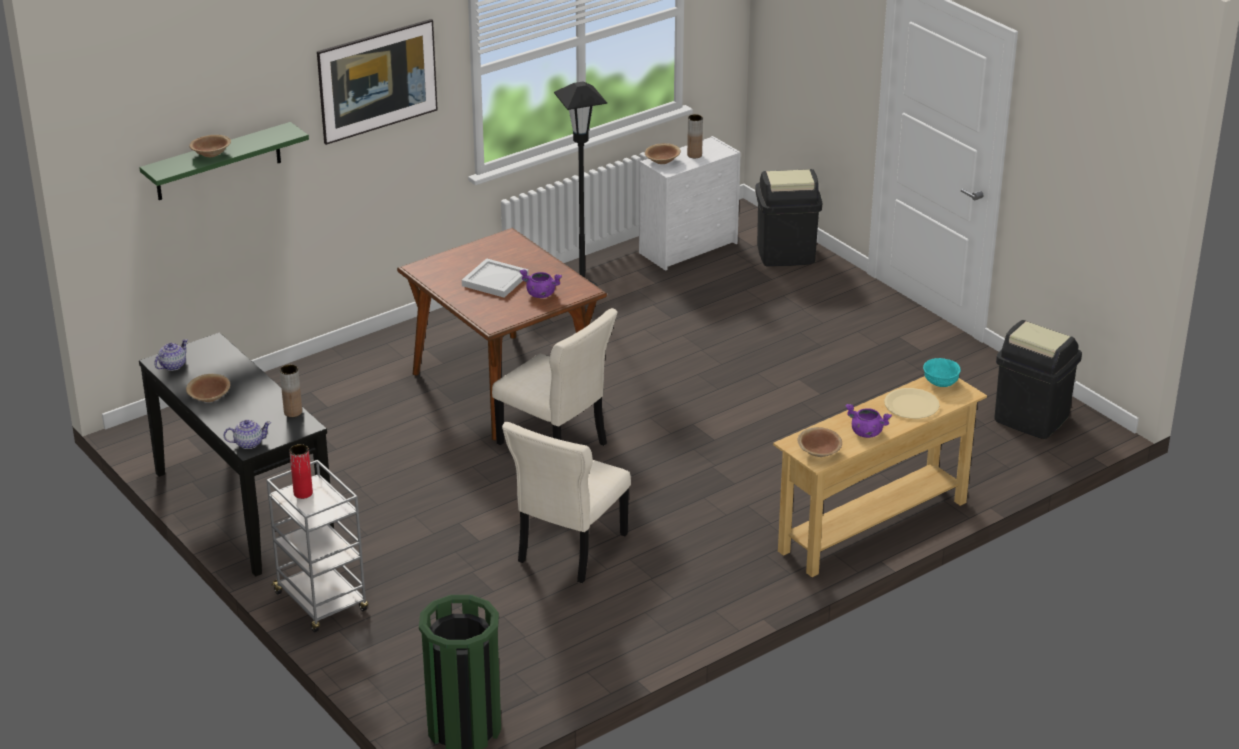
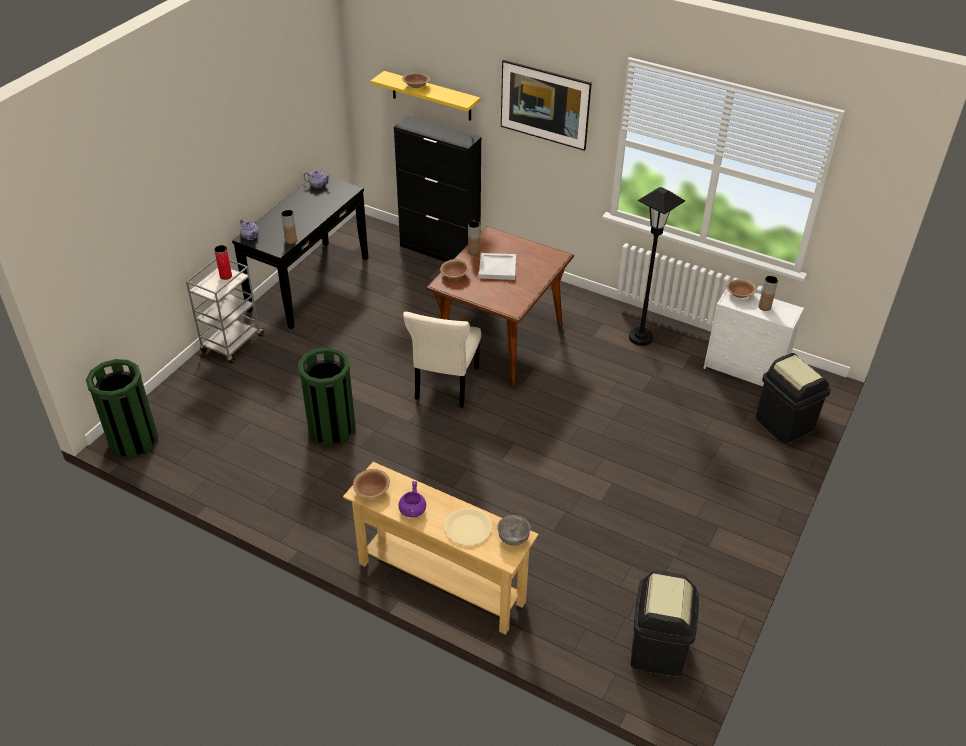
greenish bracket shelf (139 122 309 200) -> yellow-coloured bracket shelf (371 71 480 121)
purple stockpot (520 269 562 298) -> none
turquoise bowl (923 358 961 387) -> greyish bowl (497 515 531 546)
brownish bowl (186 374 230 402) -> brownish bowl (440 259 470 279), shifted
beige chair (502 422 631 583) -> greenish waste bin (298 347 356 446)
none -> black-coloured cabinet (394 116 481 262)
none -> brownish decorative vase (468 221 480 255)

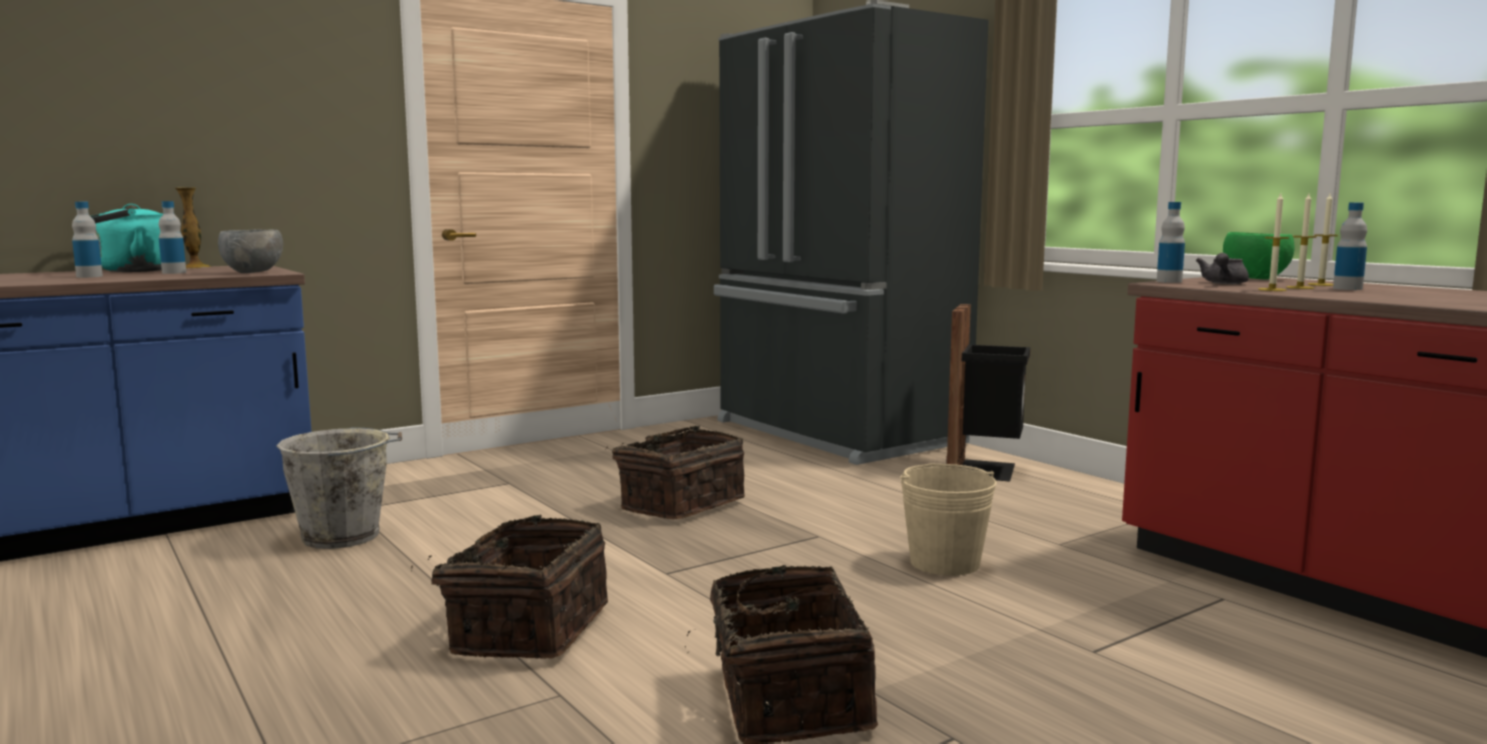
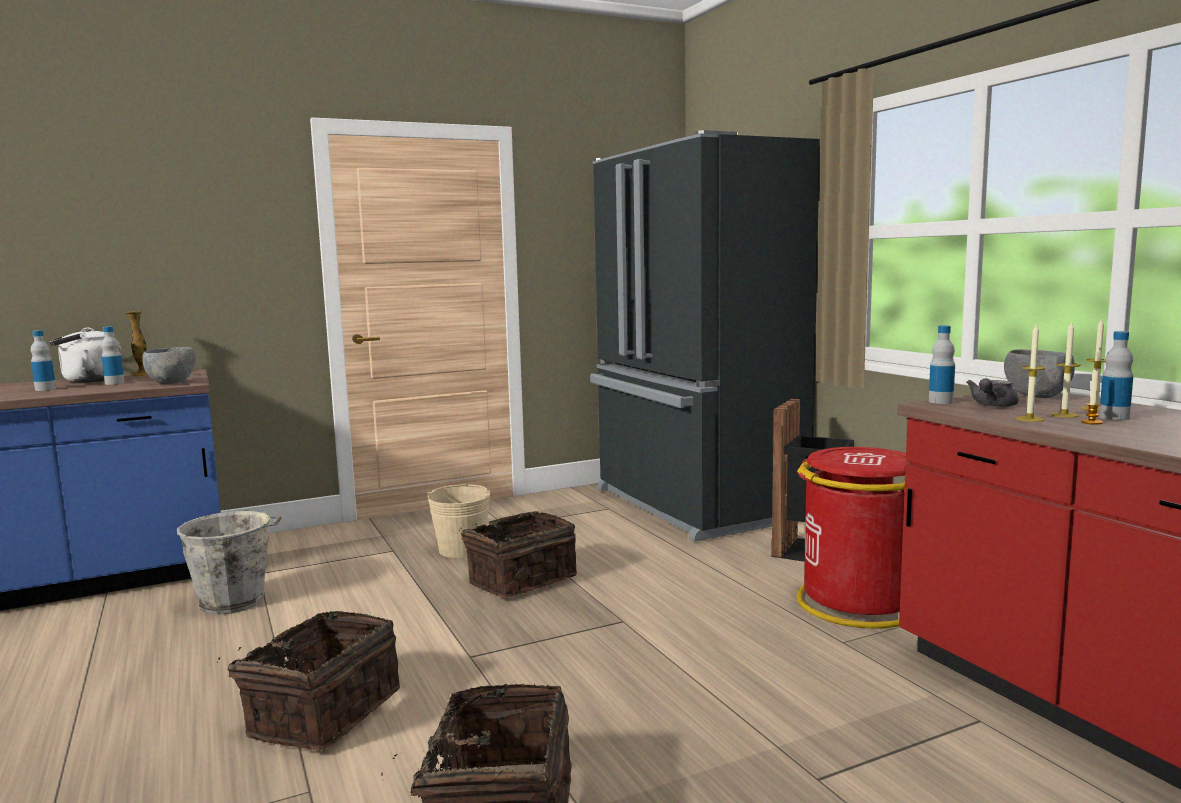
turquoise tea kettle (90 204 163 272) -> whitish tea kettle (49 328 123 382)
greenish bowl (1223 232 1295 280) -> greyish bowl (1004 349 1075 398)
beige bucket (900 464 997 576) -> beige bucket (427 484 491 558), shifted
none -> wax light (1081 370 1103 425)
none -> red waste bin (797 447 911 629)

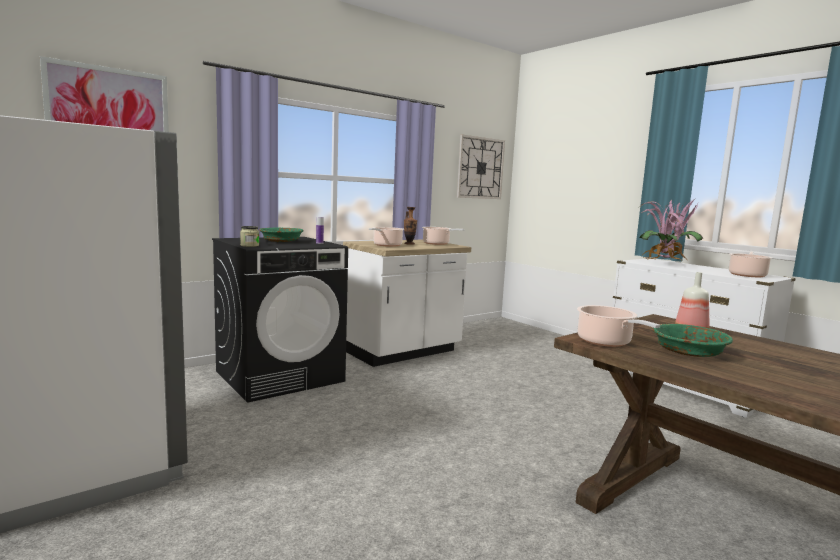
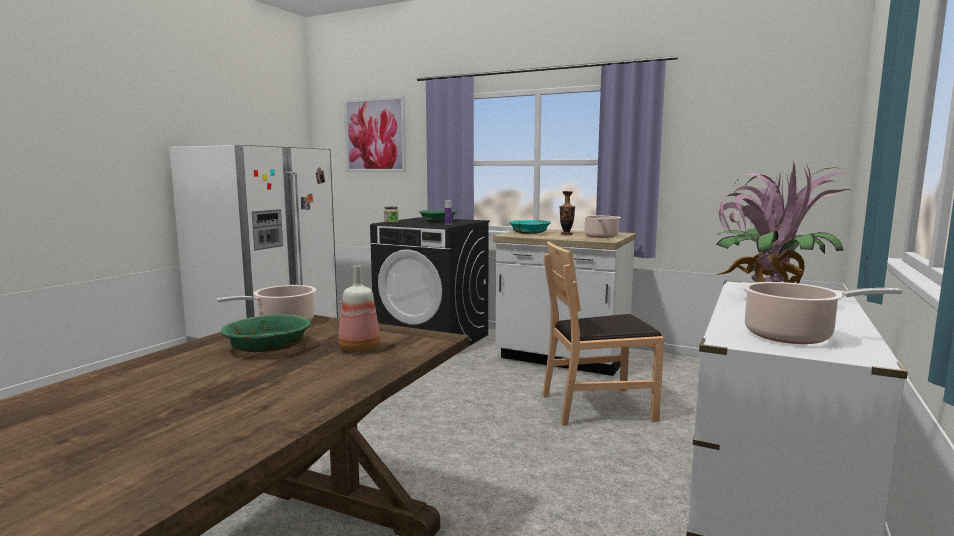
wall clock (457 135 505 199) -> none
stockpot (369 227 404 247) -> turquoise bowl (509 220 551 234)
none -> brownish chair (542 241 664 426)

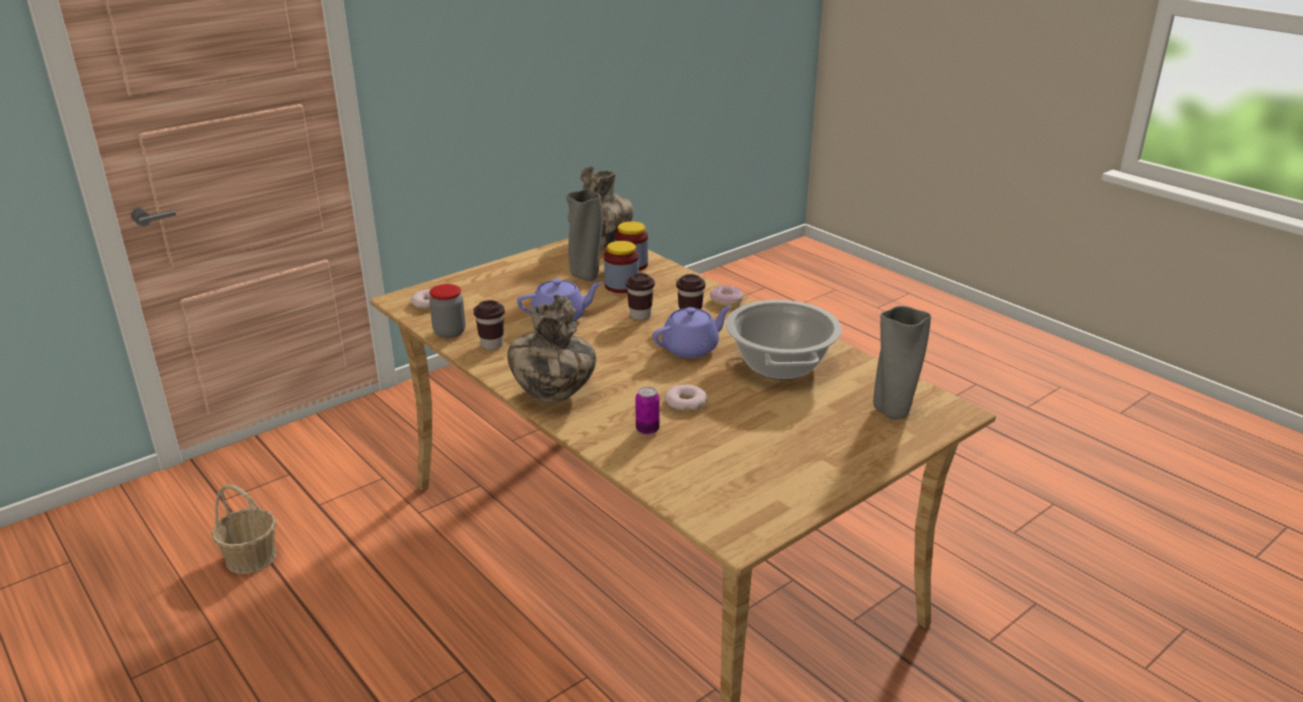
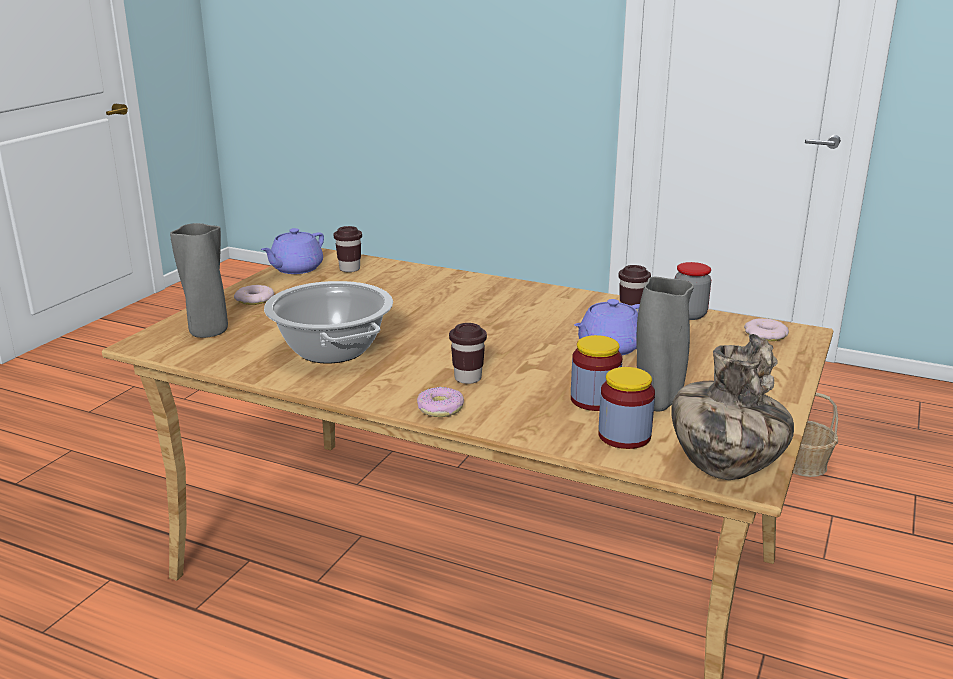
brownish small cup (626 273 655 320) -> brownish small cup (333 226 362 272), shifted
decorative vase (507 294 596 403) -> none
purple tea pot (653 306 732 358) -> purple tea pot (261 228 324 274), shifted
ring doughnut (664 384 708 411) -> ring doughnut (234 285 274 305), shifted
metal can (635 387 660 435) -> none

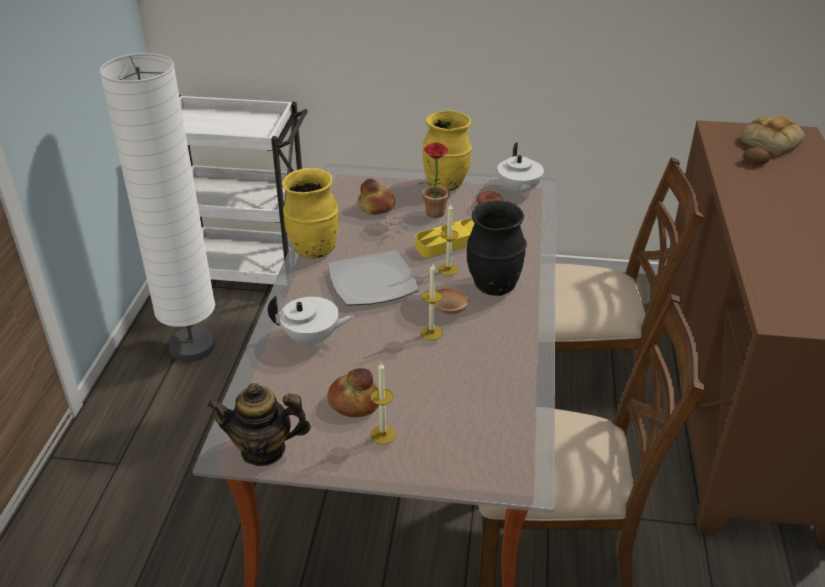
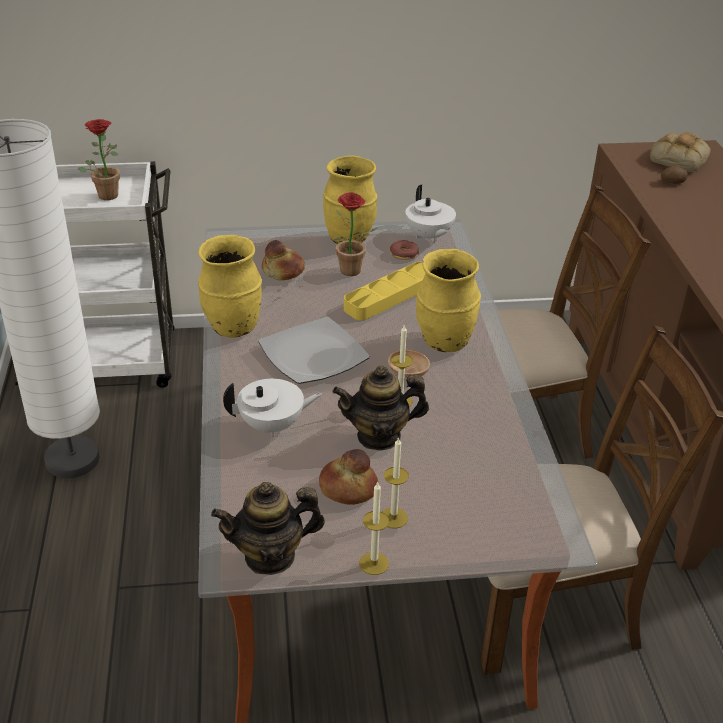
black-coloured decorative vase (467 200 527 296) -> yellow-coloured decorative vase (416 249 481 352)
wax light (438 203 459 276) -> wax light (359 481 389 575), shifted
none -> plant in a pot (78 119 120 200)
none -> tea pot (333 366 429 451)

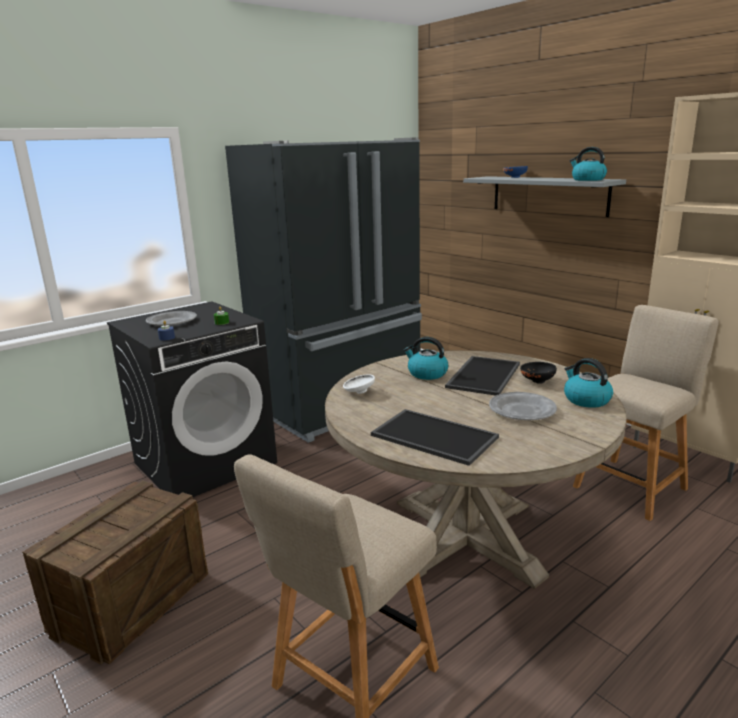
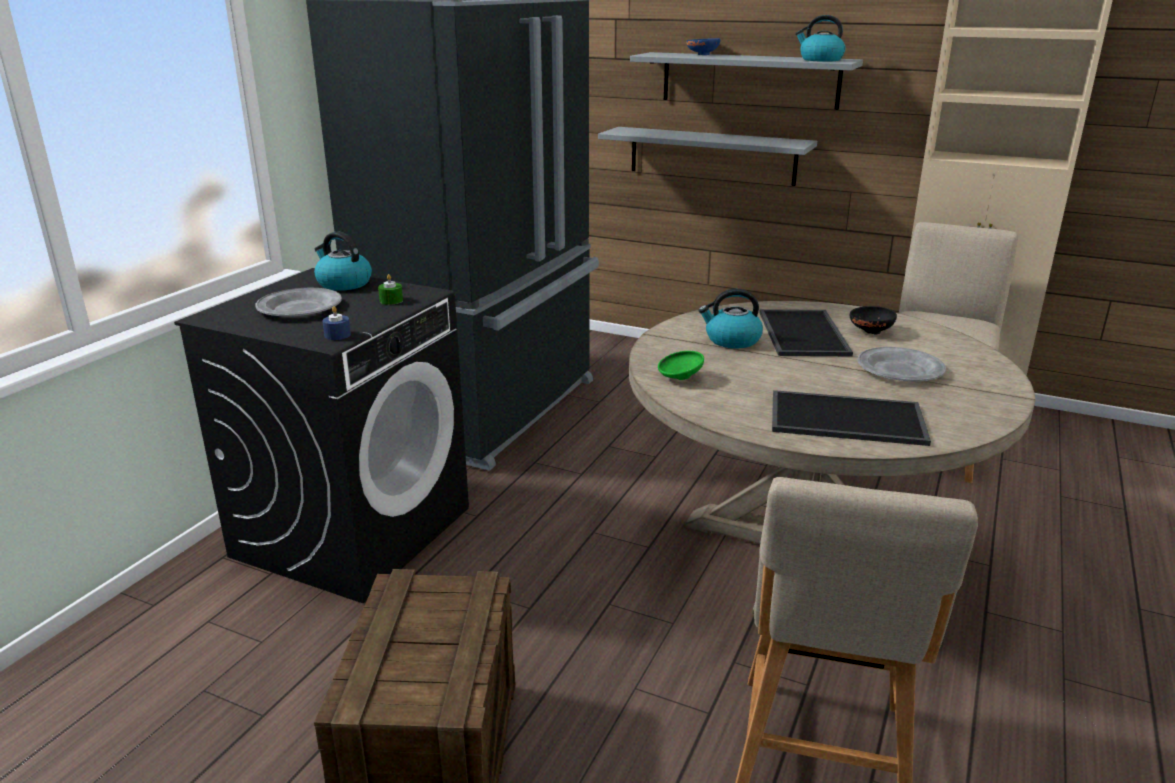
tea kettle (564 358 613 408) -> tea kettle (314 231 372 291), shifted
whitish bowl (343 374 375 394) -> greenish bowl (658 351 704 380)
none -> greyish bracket shelf (598 127 817 186)

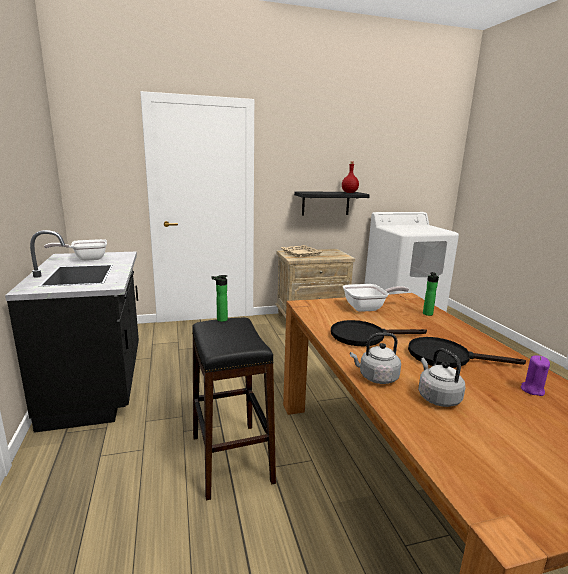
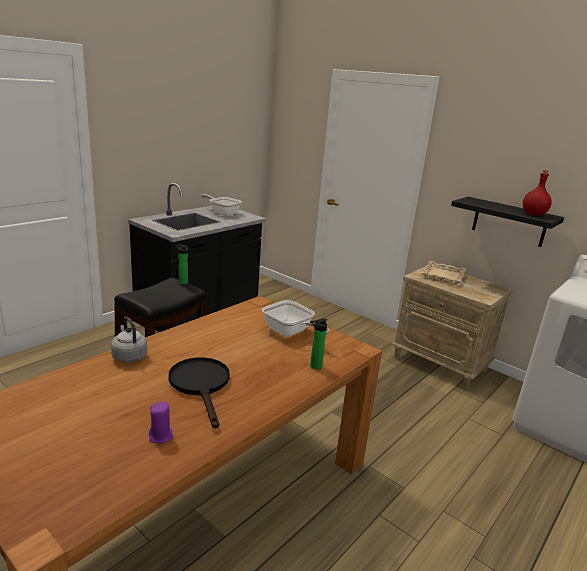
black-coloured frying pan (331 320 427 346) -> none
greyish tea kettle (418 348 465 407) -> none

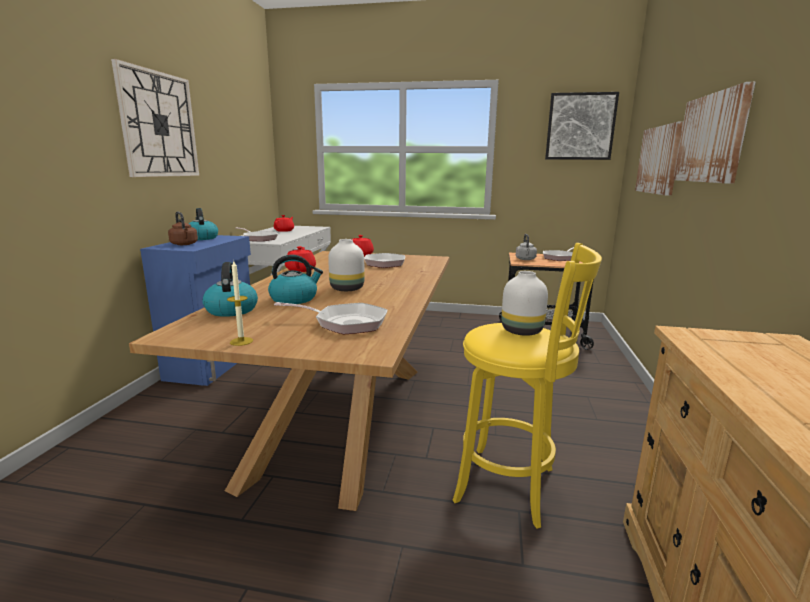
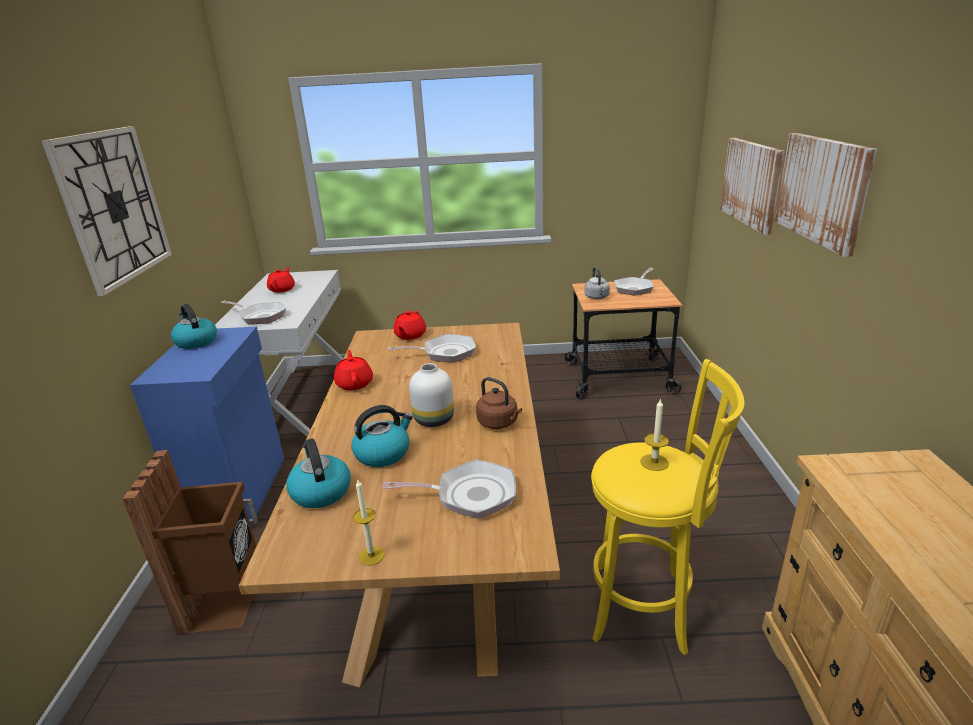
wall picture (545 92 619 160) -> none
brownish tea kettle (168 212 198 245) -> brownish tea kettle (476 377 522 429), shifted
whitish decorative vase (501 271 548 336) -> wax light (641 398 669 471)
none -> brownish waste bin (122 450 257 635)

